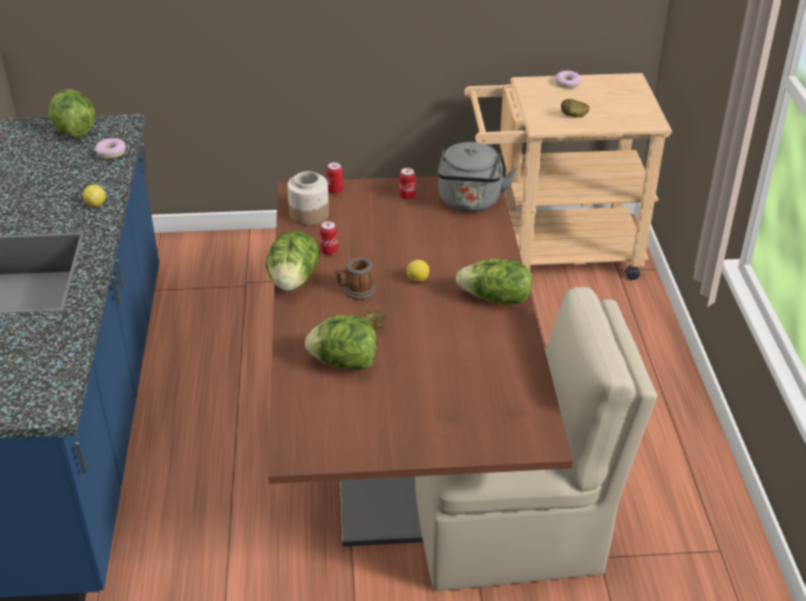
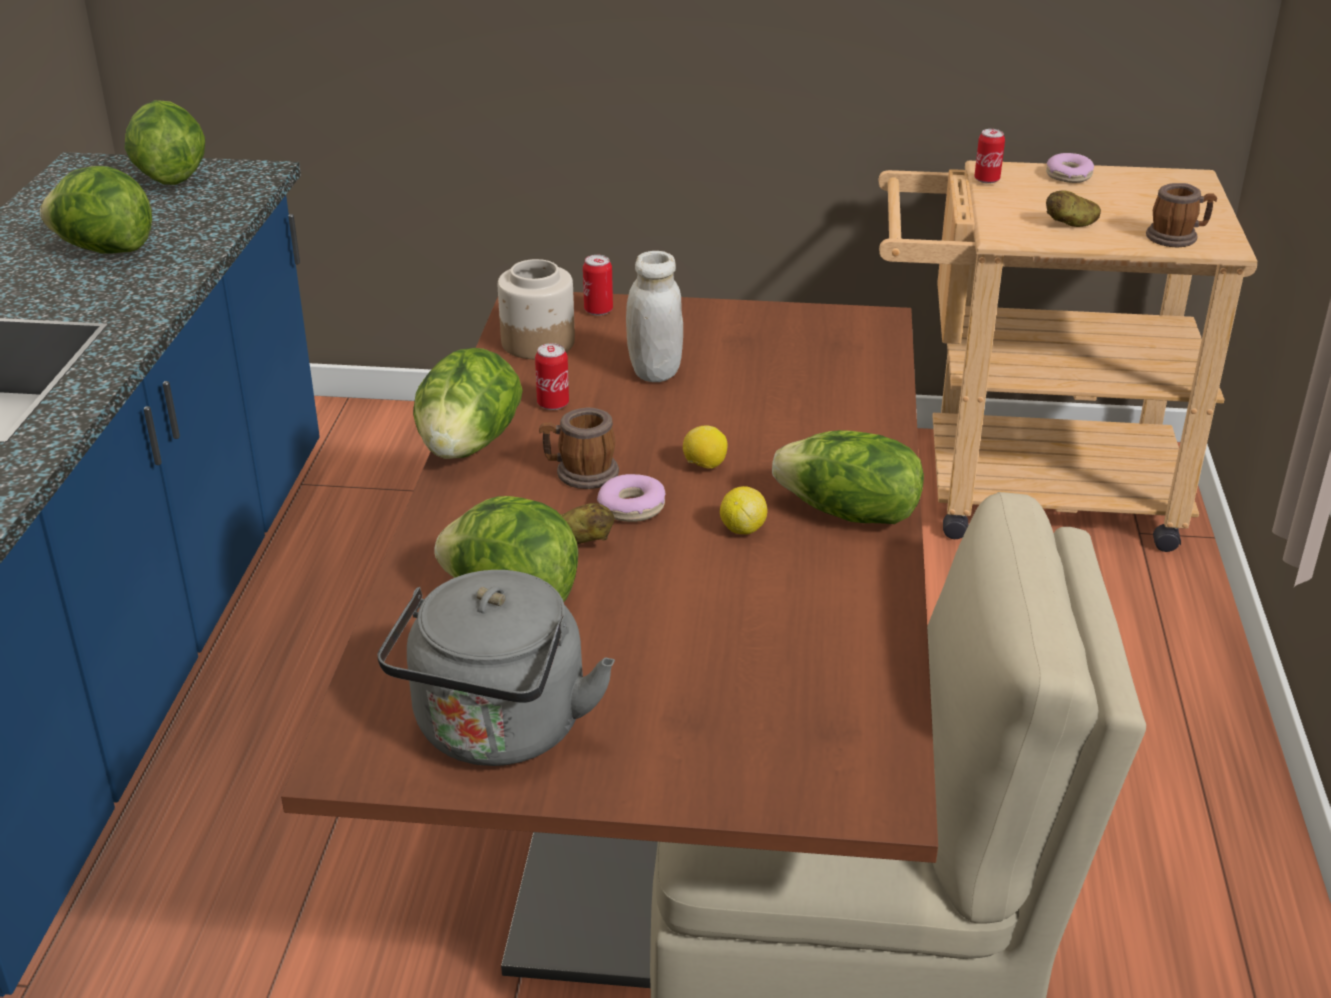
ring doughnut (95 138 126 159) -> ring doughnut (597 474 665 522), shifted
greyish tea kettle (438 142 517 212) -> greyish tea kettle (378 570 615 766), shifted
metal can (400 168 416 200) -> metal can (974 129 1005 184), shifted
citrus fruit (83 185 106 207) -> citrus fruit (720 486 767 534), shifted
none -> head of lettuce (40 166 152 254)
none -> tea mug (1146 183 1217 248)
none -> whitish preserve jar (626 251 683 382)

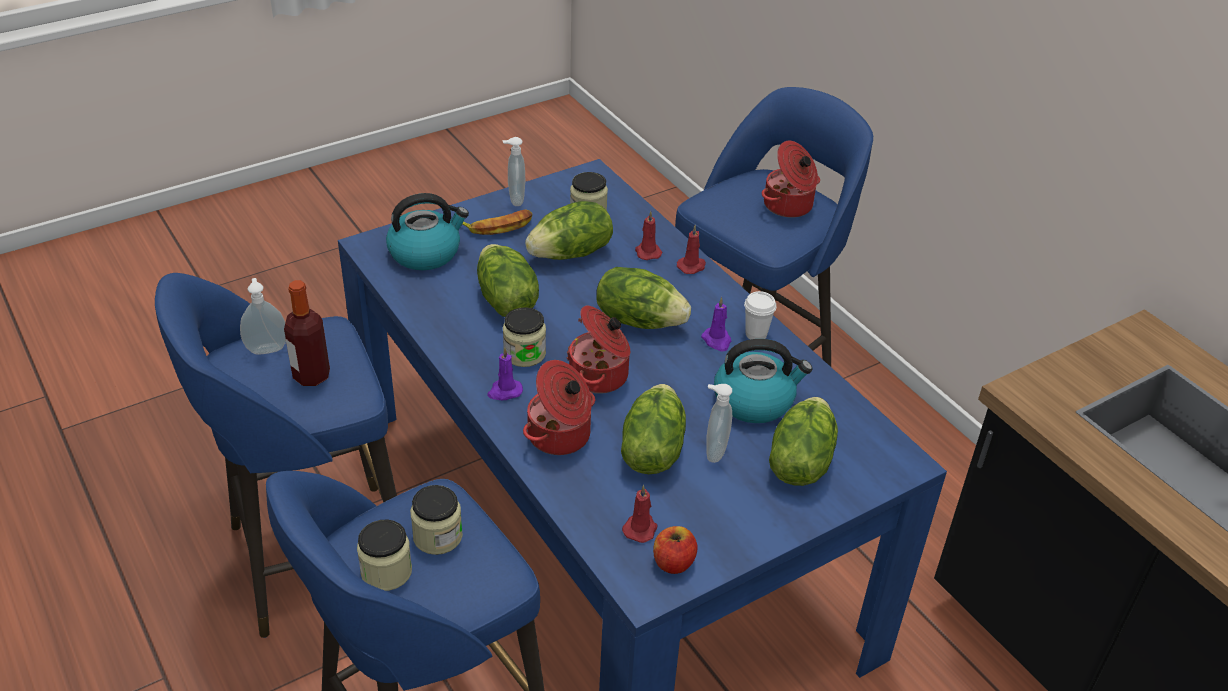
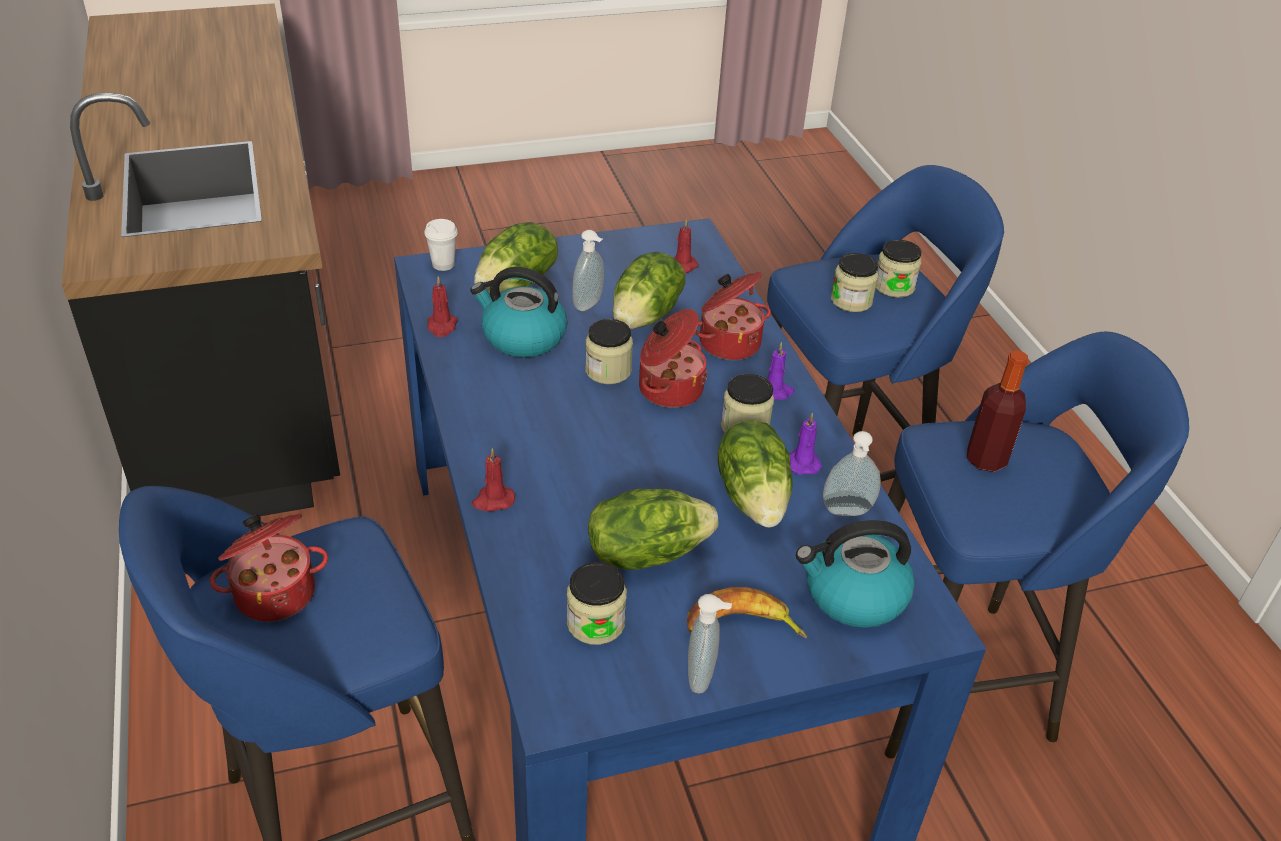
red wax light (635 211 662 260) -> red wax light (427 276 458 337), shifted
head of lettuce (596 267 691 329) -> none
liquid soap bottle (240 278 286 354) -> liquid soap bottle (823 431 881 516), shifted
whitish small cup (744 291 776 340) -> whitish small cup (424 219 457 271), shifted
purple wax light (701 297 731 351) -> purple wax light (790 413 822 475), shifted
apple fruit (653 526 698 574) -> none
none -> preserve jar (585 319 633 384)

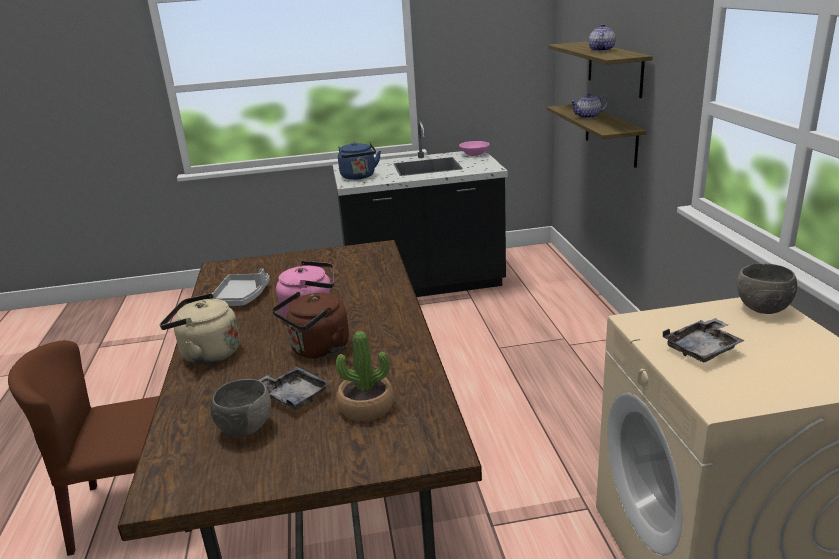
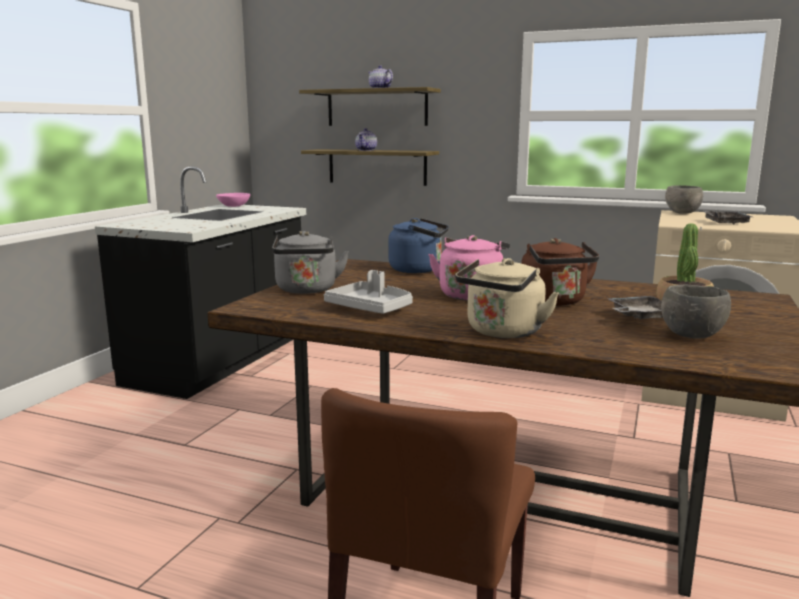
blue-coloured tea kettle (338 142 381 180) -> blue-coloured tea kettle (388 218 449 273), shifted
none -> greyish tea kettle (272 231 349 294)

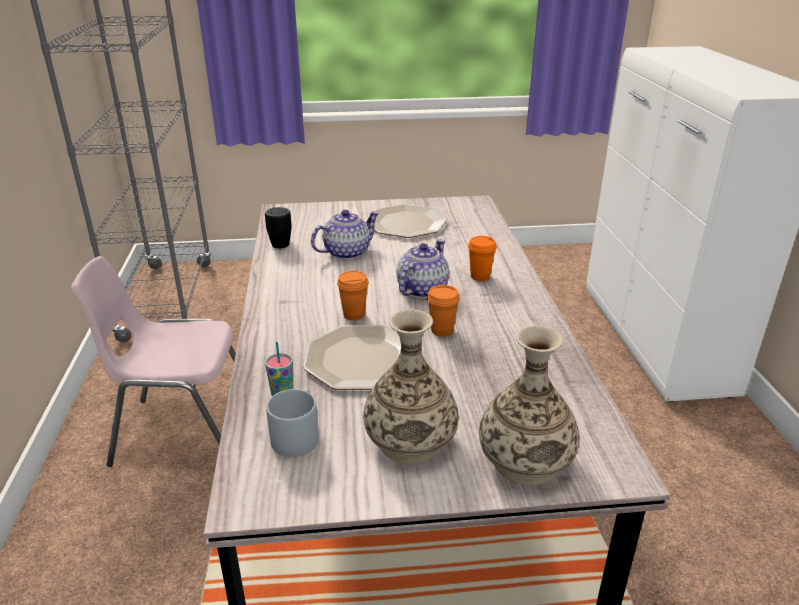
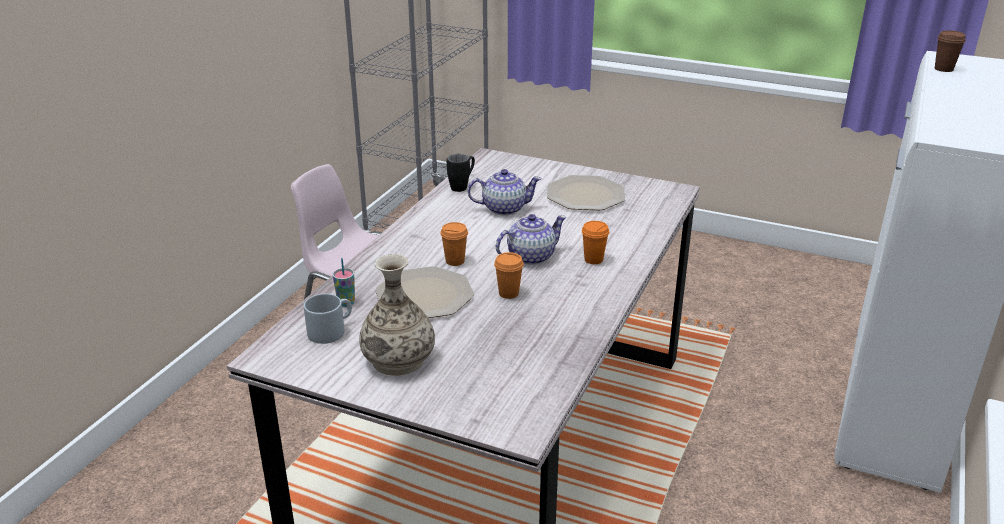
decorative vase (479 326 579 485) -> none
none -> brownish small cup (935 30 966 72)

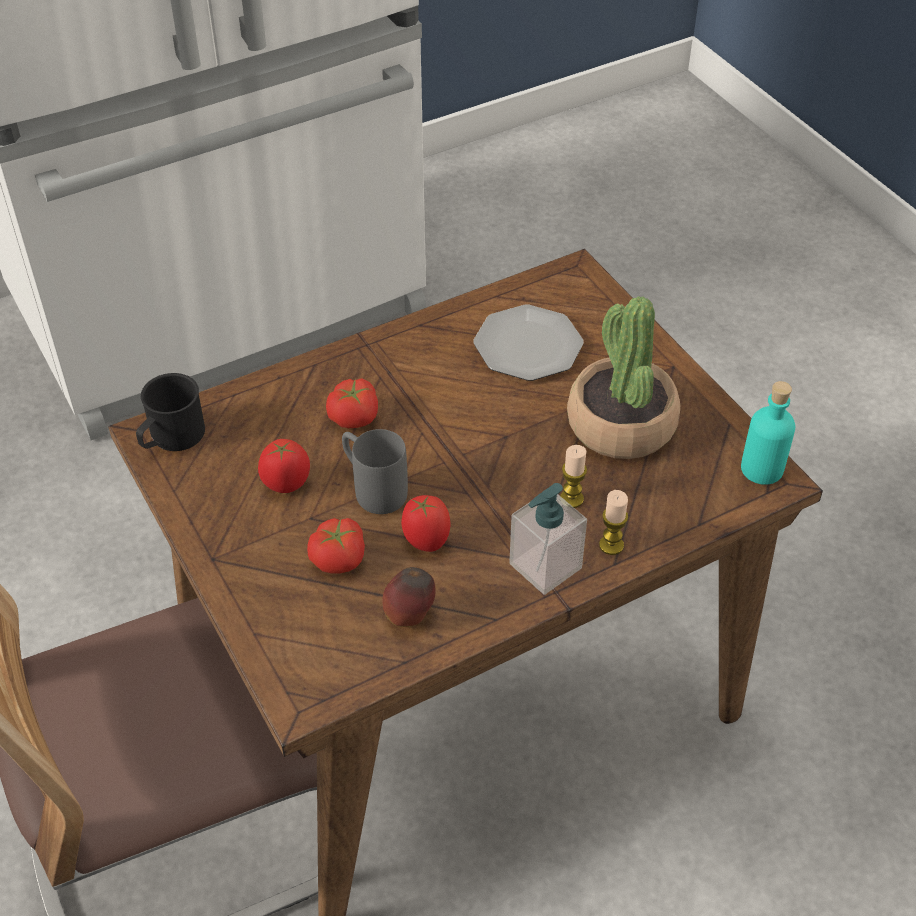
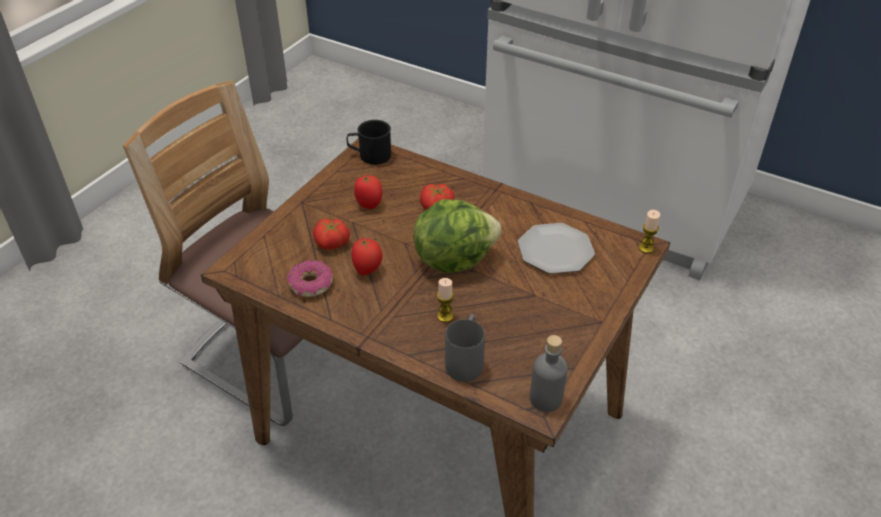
plant in a pot (567 296 680 459) -> none
turquoise drink bottle (741 381 795 485) -> greyish drink bottle (530 335 568 412)
greyish tea mug (342 429 408 514) -> greyish tea mug (445 314 485 382), shifted
liquid soap bottle (509 483 587 595) -> none
wax light (599 490 628 555) -> wax light (639 210 660 253), shifted
apple fruit (383 567 436 627) -> ring doughnut (287 260 332 297)
none -> head of lettuce (414 199 501 273)

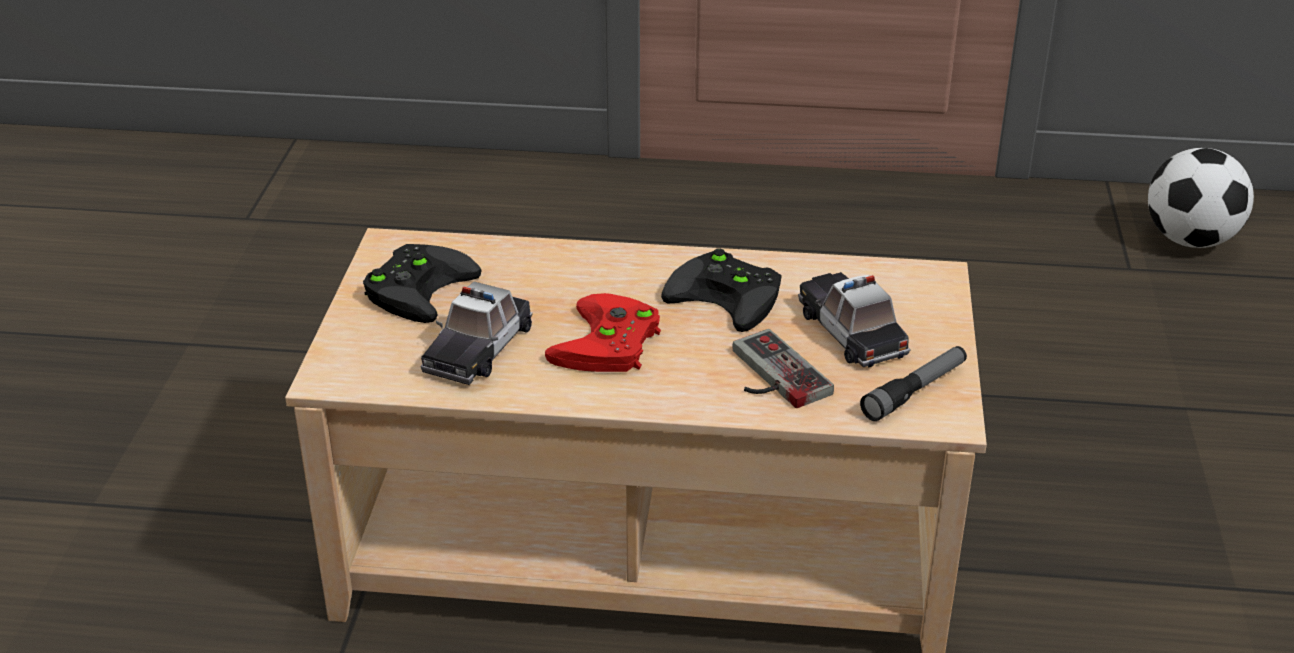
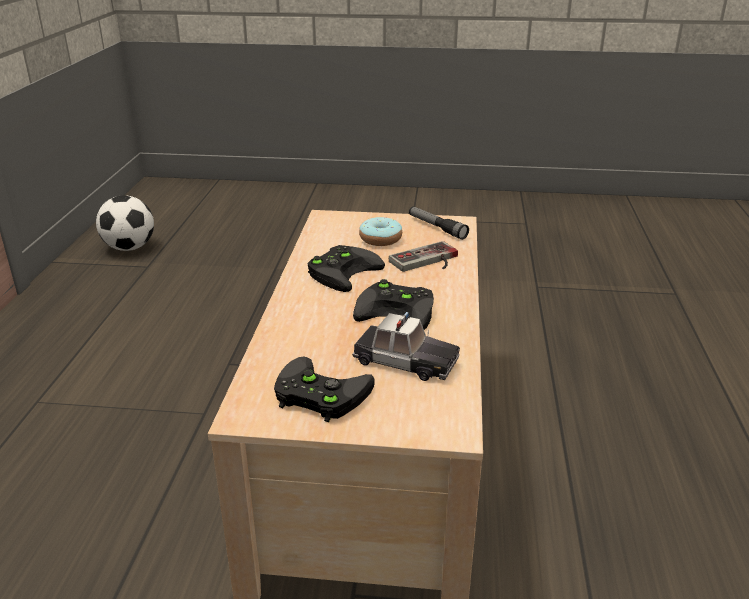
toy car (798 272 910 367) -> ring doughnut (359 217 402 246)
red joypad (545 293 661 372) -> black-coloured joypad (353 279 434 330)

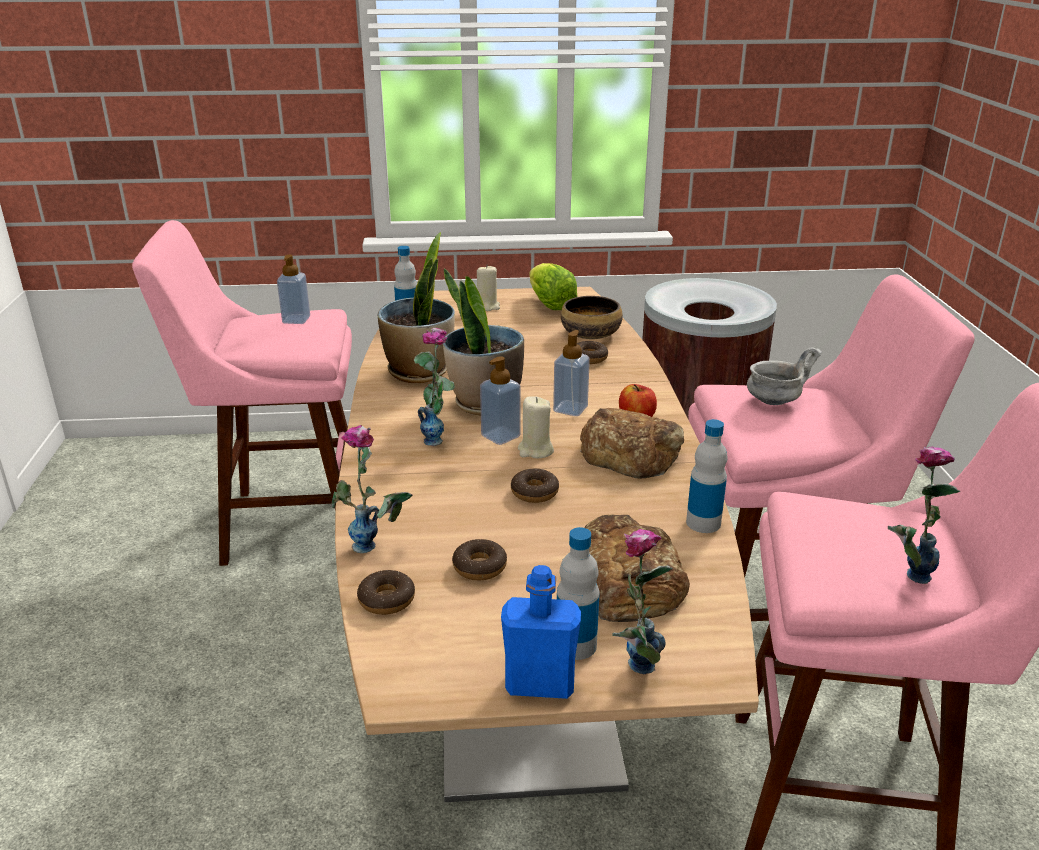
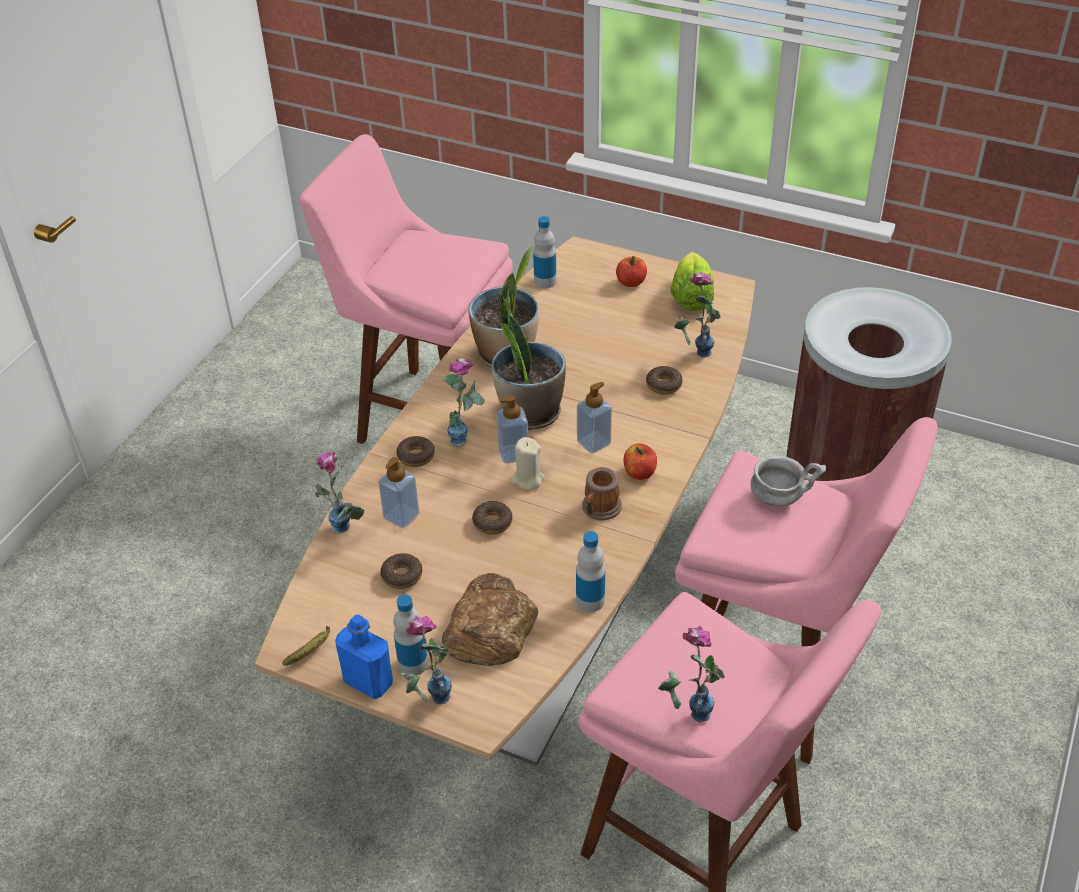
liquid soap bottle (277 255 310 324) -> liquid soap bottle (378 457 419 528), shifted
beige wax light (477 266 500 311) -> apple fruit (616 256 647 287)
bowl (561 296 623 339) -> decorative vase (674 272 720 358)
baked bread (580 408 684 478) -> tea mug (582 467 622 520)
ring doughnut (357 570 415 615) -> ring doughnut (396 436 435 467), shifted
none -> banana fruit (282 626 330 666)

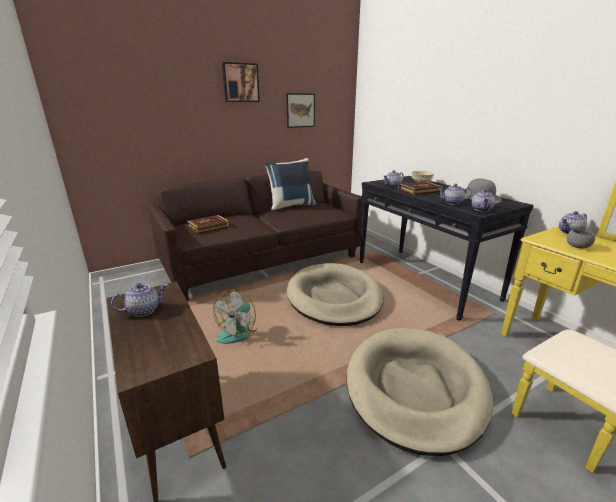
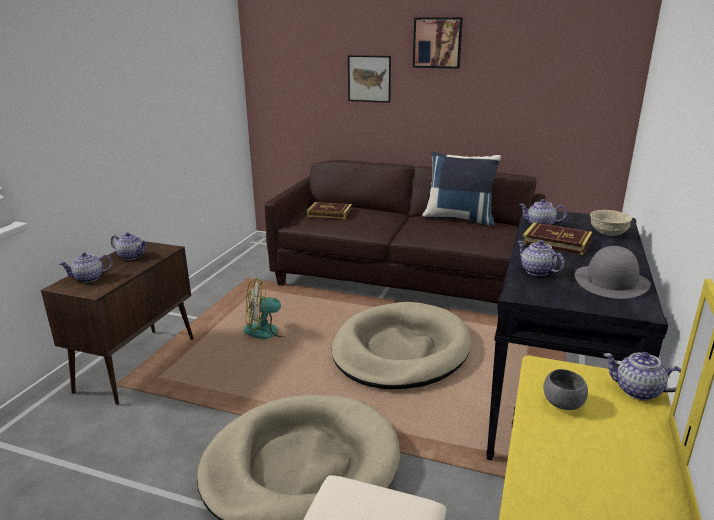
wall picture (286 93 315 128) -> wall picture (348 55 391 103), shifted
tea pot (471 189 495 212) -> tea pot (59 252 112 283), shifted

